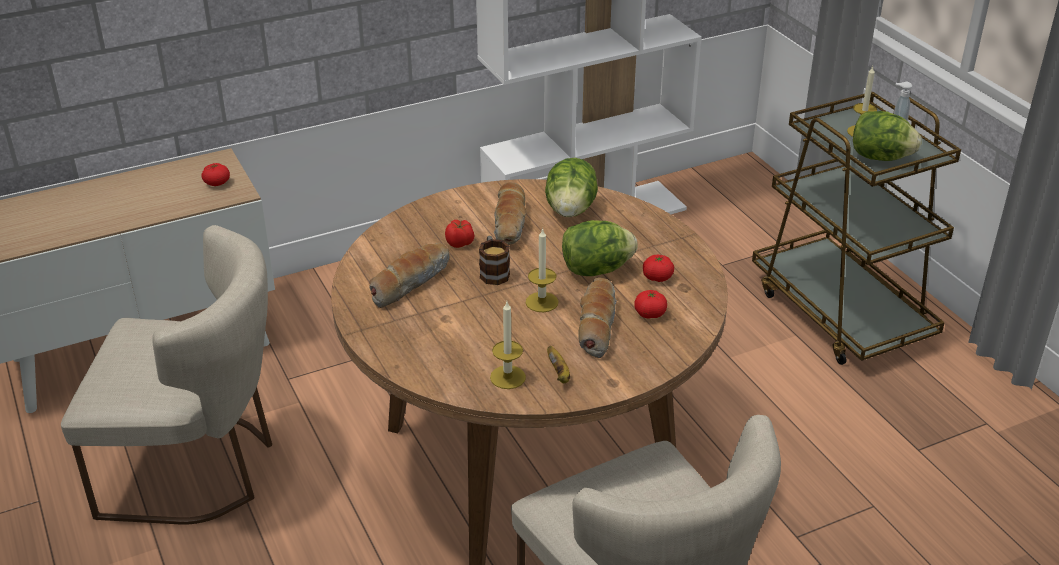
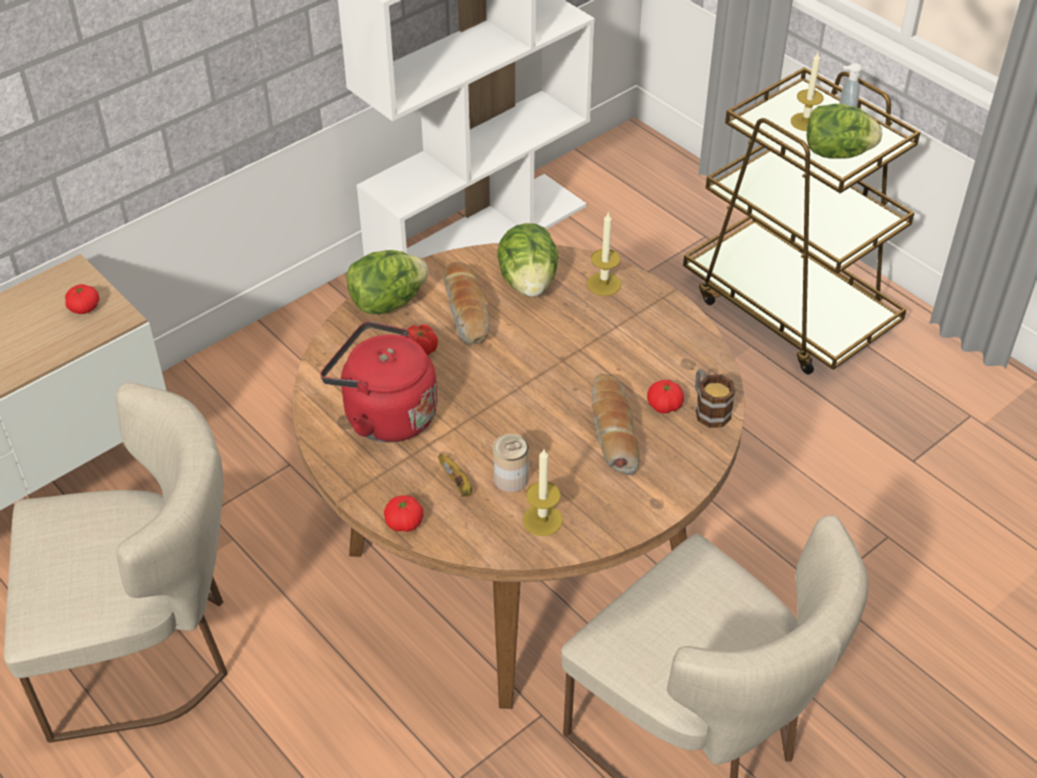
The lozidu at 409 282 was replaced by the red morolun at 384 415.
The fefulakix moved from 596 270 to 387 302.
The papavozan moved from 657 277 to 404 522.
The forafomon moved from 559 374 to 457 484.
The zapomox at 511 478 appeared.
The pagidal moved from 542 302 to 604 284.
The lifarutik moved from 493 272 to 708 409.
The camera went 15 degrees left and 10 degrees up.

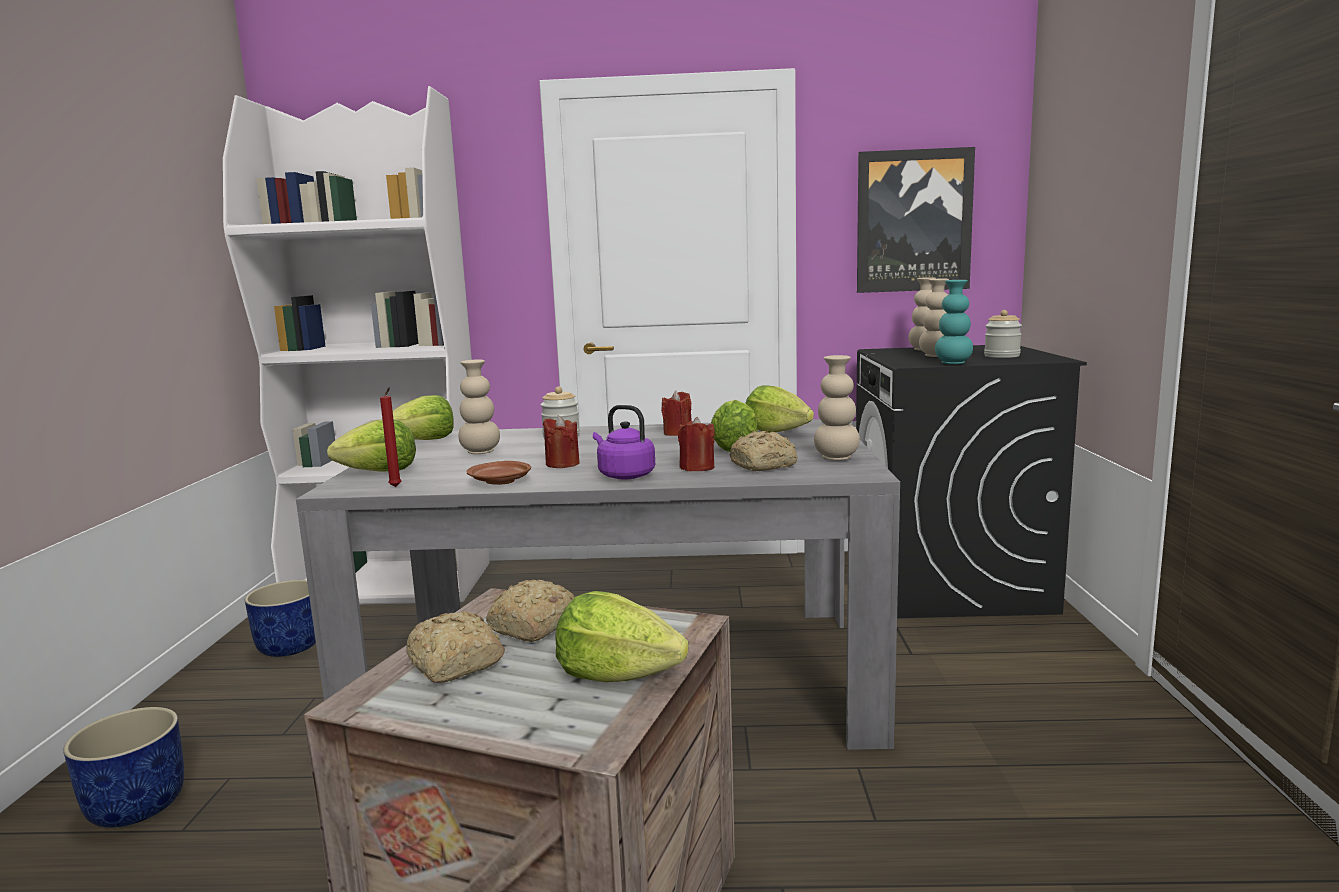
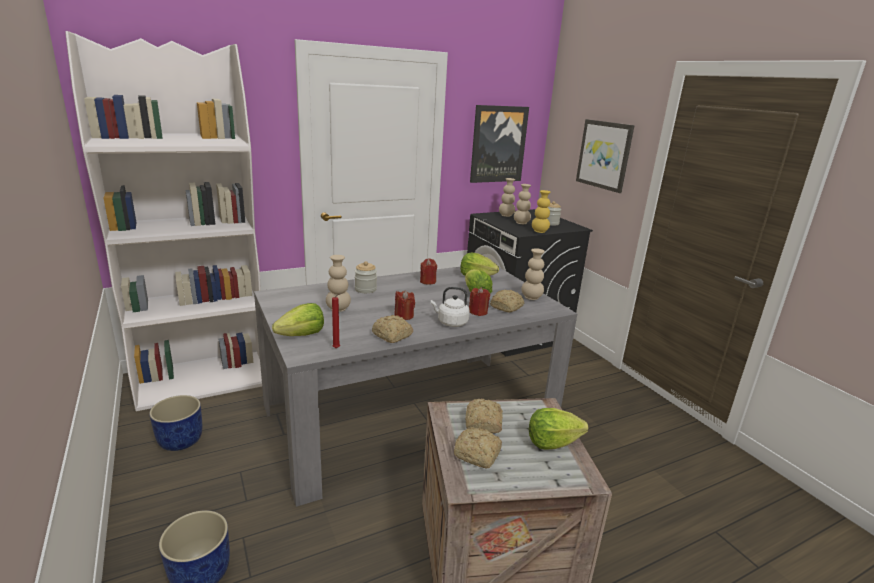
The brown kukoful at 500 482 was replaced by the lozidu at 392 336.
The purple morolun at 624 475 became the white morolun at 451 322.
The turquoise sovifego at 953 363 became the yellow sovifego at 539 231.
The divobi at 604 155 appeared.
The fefulakix at 424 440 disappeared.
The camera went 30 degrees left and 10 degrees up.

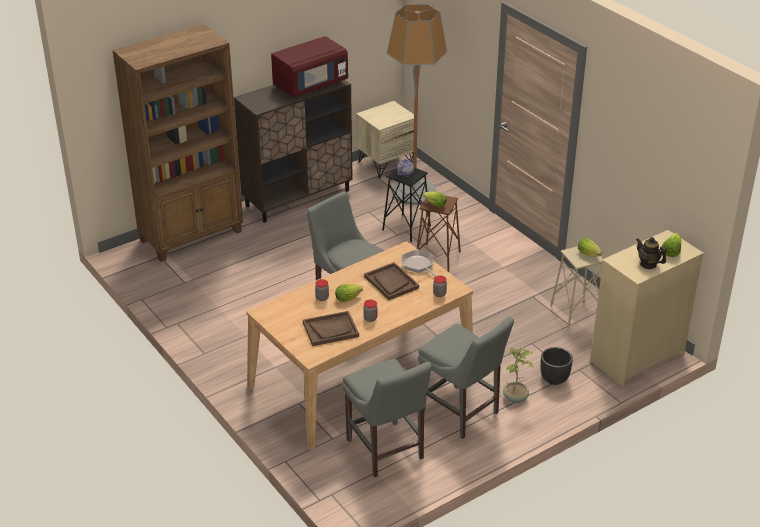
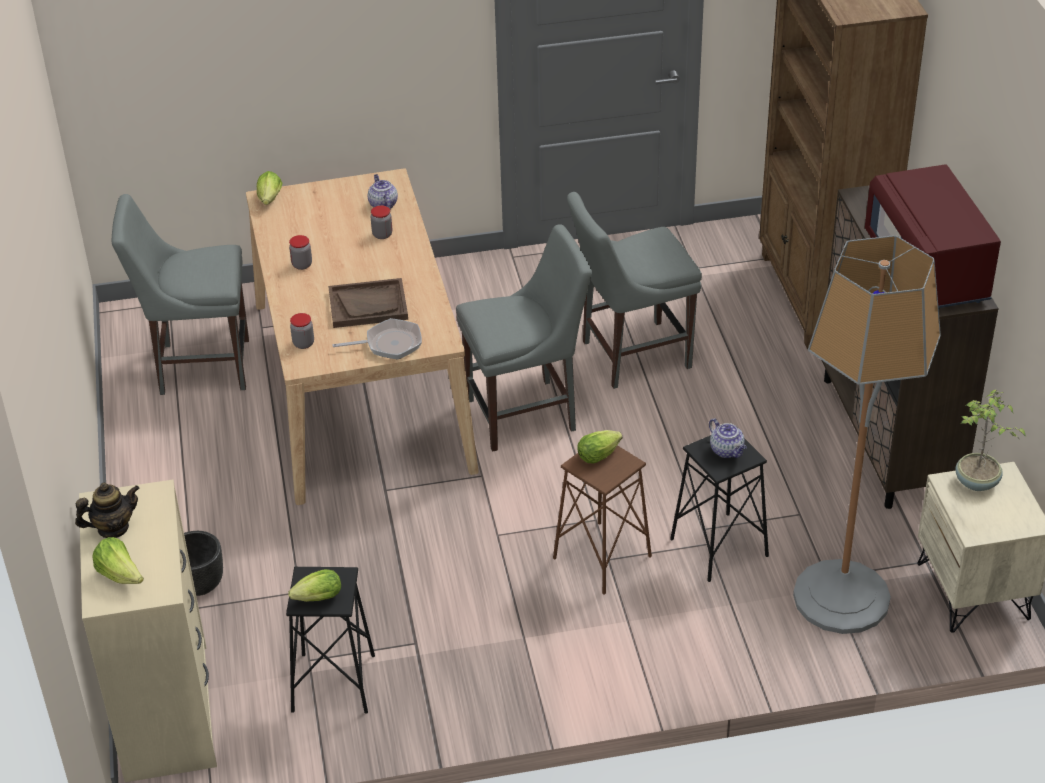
The fefulakix moved from 349 298 to 269 200.
The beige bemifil at 576 312 became the black bemifil at 333 683.
The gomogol at 382 205 appeared.
The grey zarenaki moved from 462 414 to 630 355.
The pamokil moved from 516 398 to 976 483.
The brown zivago at 330 330 disappeared.
The camera went 115 degrees right and 5 degrees up.

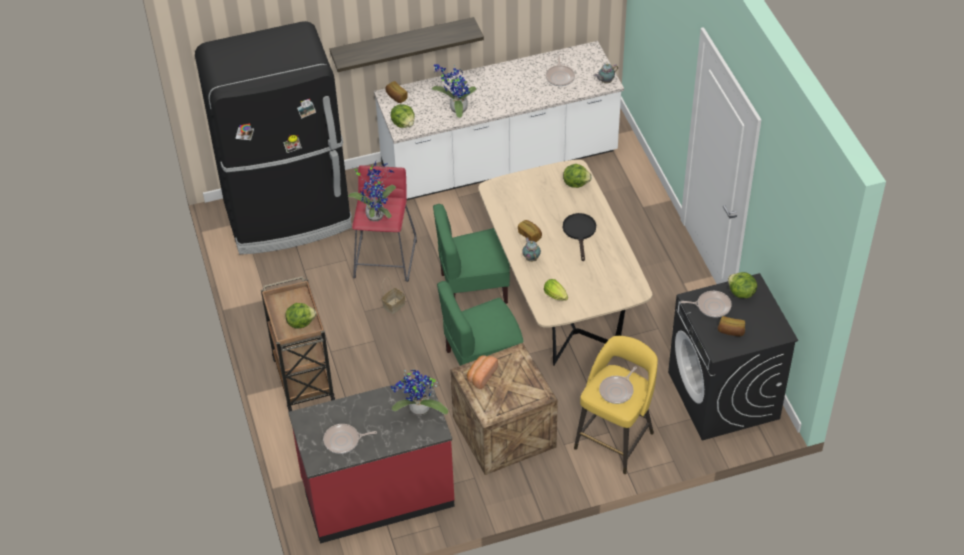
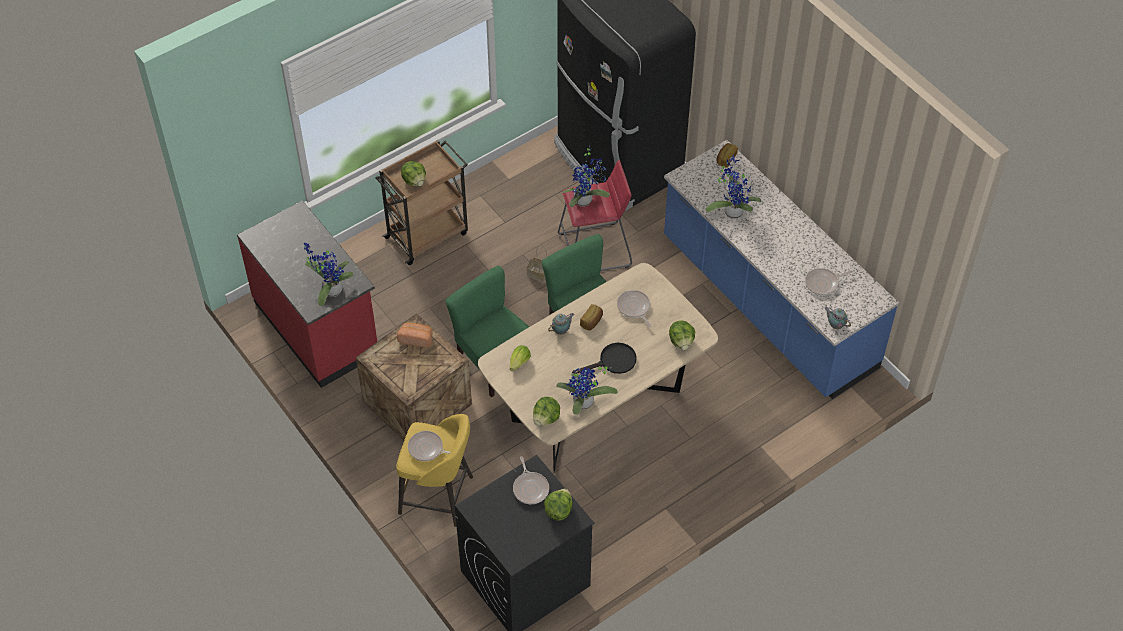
The fefulakix moved from 404 124 to 546 418.
The pamokil at 583 404 appeared.
The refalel moved from 344 441 to 634 308.
The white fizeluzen at 499 161 became the blue fizeluzen at 767 304.
The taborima at 403 43 disappeared.
The lozidu at 731 331 disappeared.
The camera went 70 degrees right and 5 degrees up.

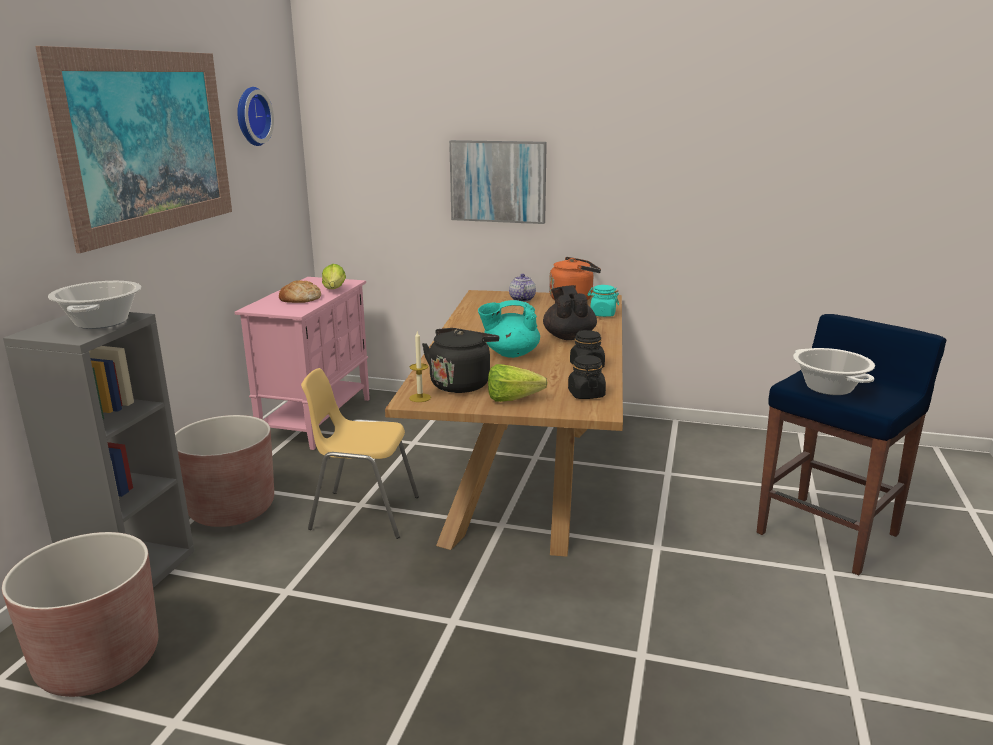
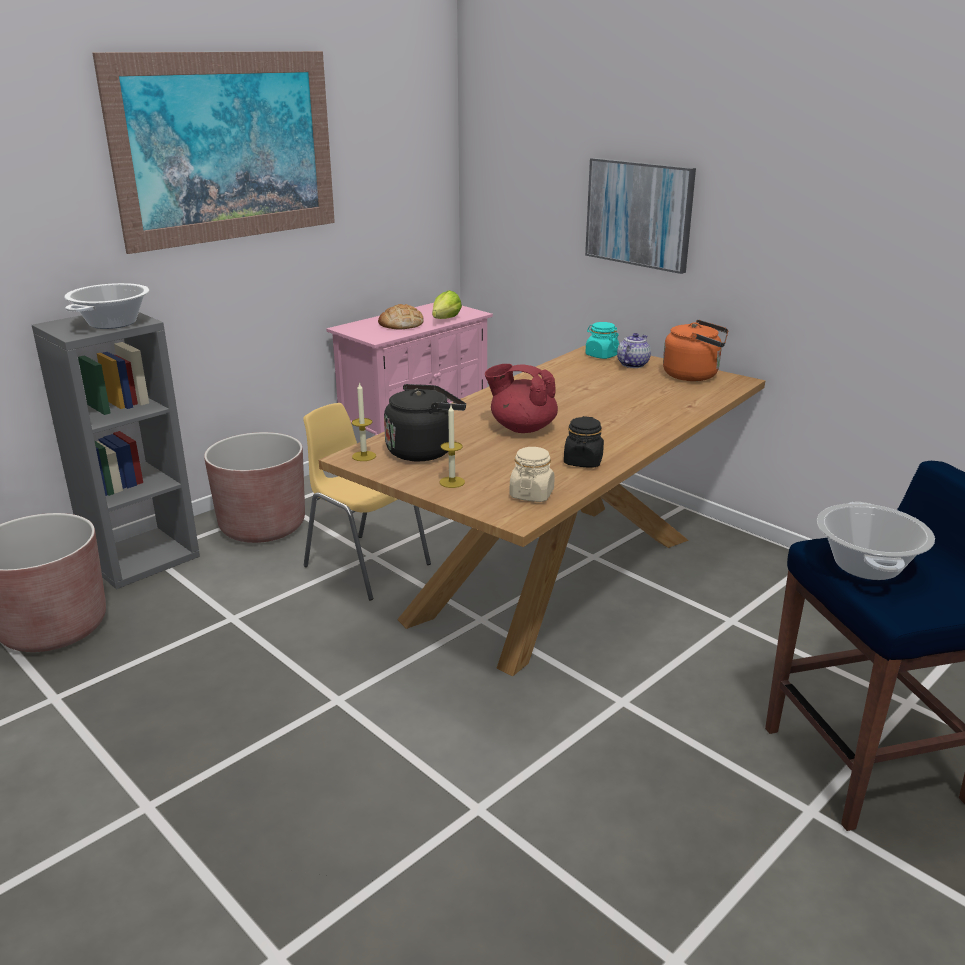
The fefulakix at 517 400 was replaced by the pagidal at 452 482.
The turquoise gomogol at 510 354 became the red gomogol at 522 428.
The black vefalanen at 586 394 became the beige vefalanen at 531 494.
The turquoise vefalanen moved from 602 314 to 601 355.
The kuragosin at 250 116 disappeared.
The black gomogol at 568 337 disappeared.
The camera went 30 degrees right and 5 degrees up.

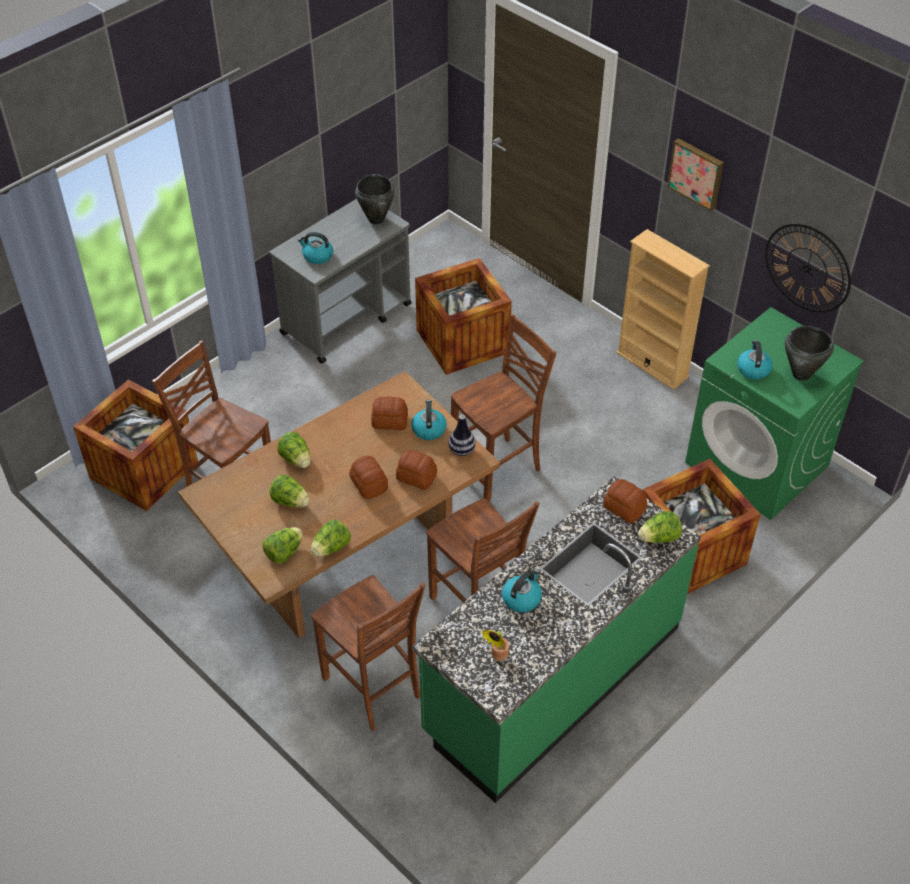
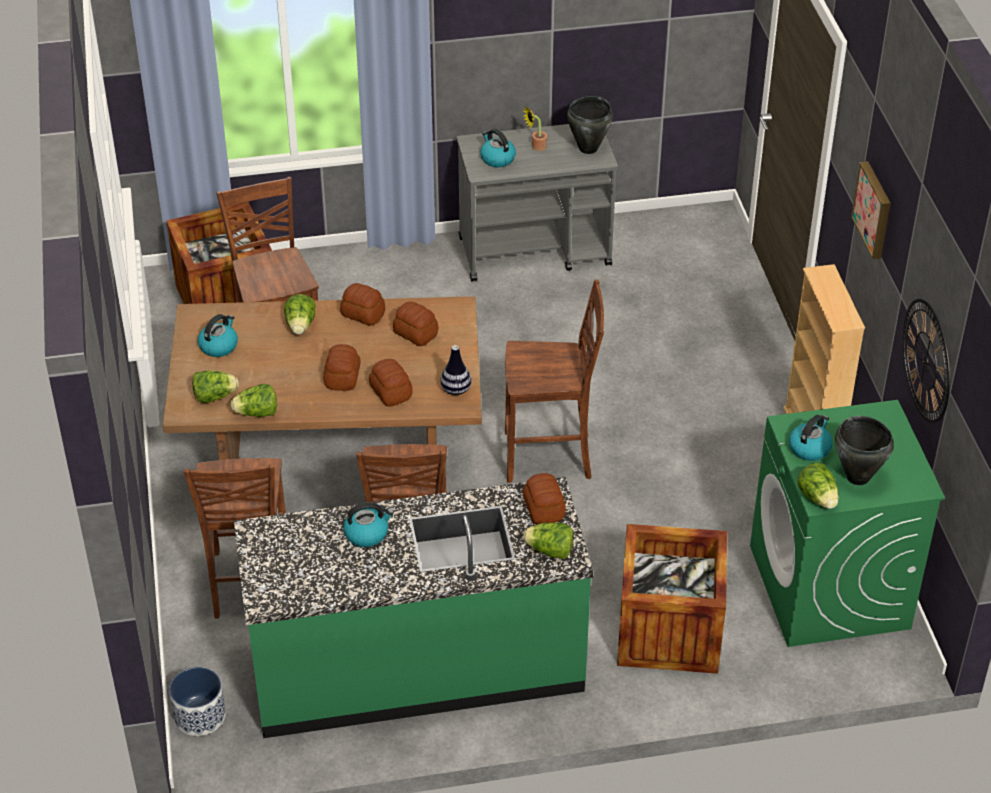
The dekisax at 199 716 appeared.
The morolun moved from 428 429 to 219 346.
The lozidu at 363 313 appeared.
The pamokil moved from 497 656 to 536 147.
The fefulakix moved from 290 501 to 818 498.
The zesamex at 462 341 disappeared.
The camera went 35 degrees right and 5 degrees down.

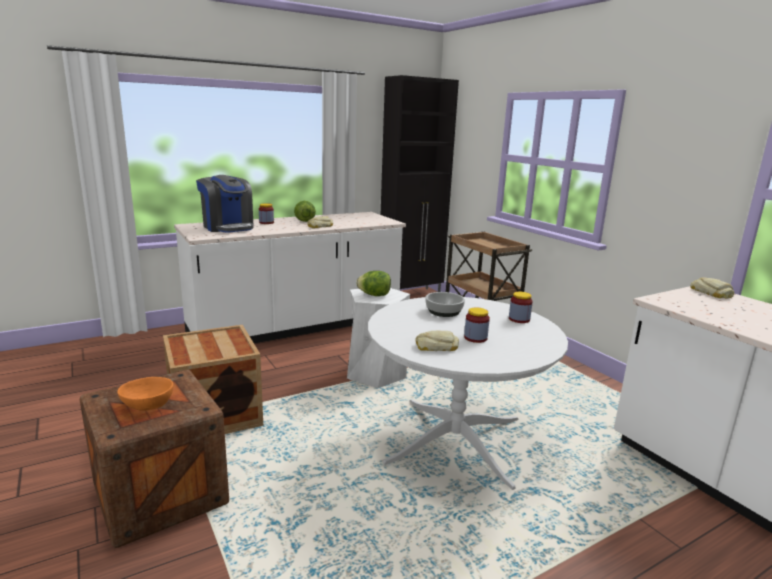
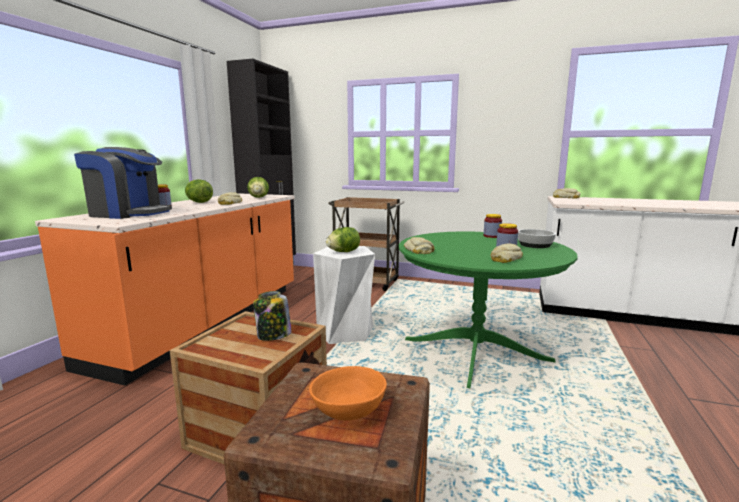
The white fizeluzen at 296 327 became the orange fizeluzen at 207 322.
The fefulakix at 258 197 appeared.
The vefalanen at 273 335 appeared.
The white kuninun at 455 441 became the green kuninun at 476 351.
The lozidu at 418 250 appeared.
The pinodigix moved from 444 311 to 535 245.
The camera went 40 degrees left and 5 degrees down.

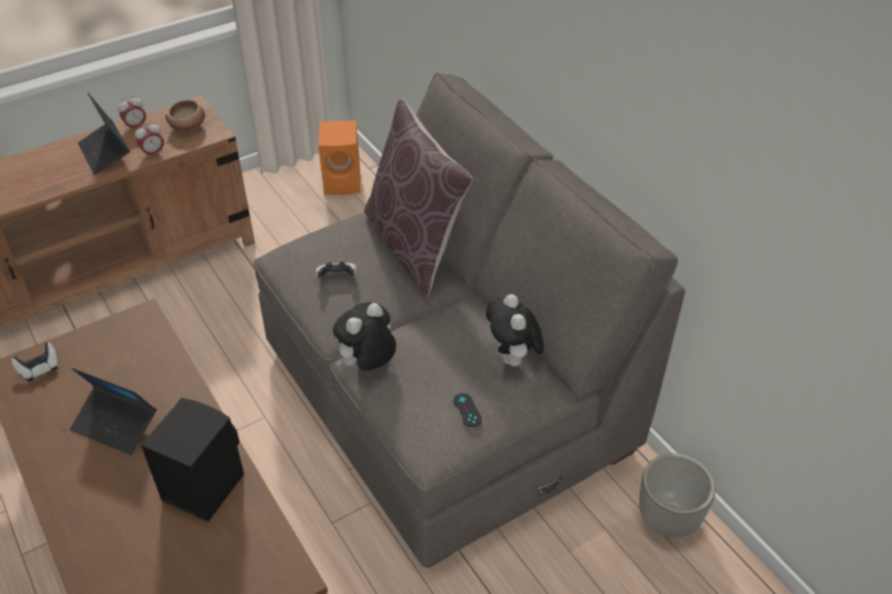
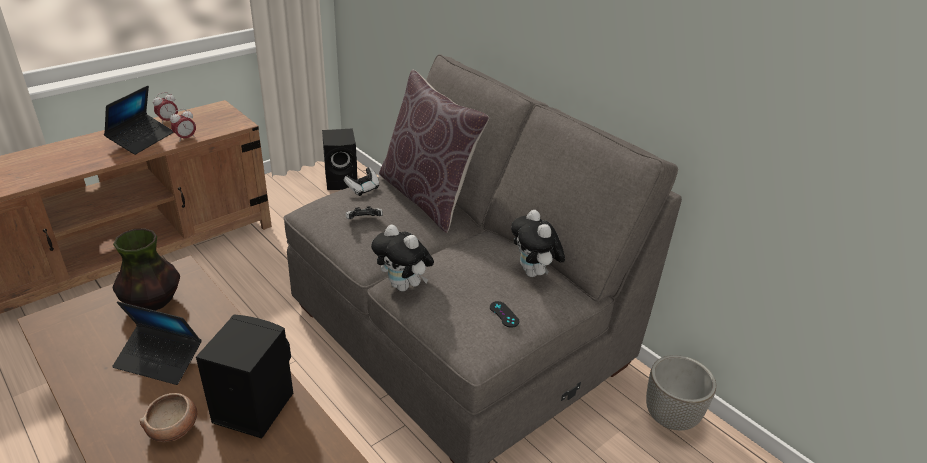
The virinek at 105 153 turned 120 degrees counterclockwise.
The sovifego at 152 302 appeared.
The pinodigix moved from 189 126 to 174 428.
The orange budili at 344 182 became the black budili at 342 181.
The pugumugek moved from 39 369 to 363 189.
The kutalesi at 367 365 turned 90 degrees counterclockwise.
The camera went 10 degrees left and 10 degrees down.

